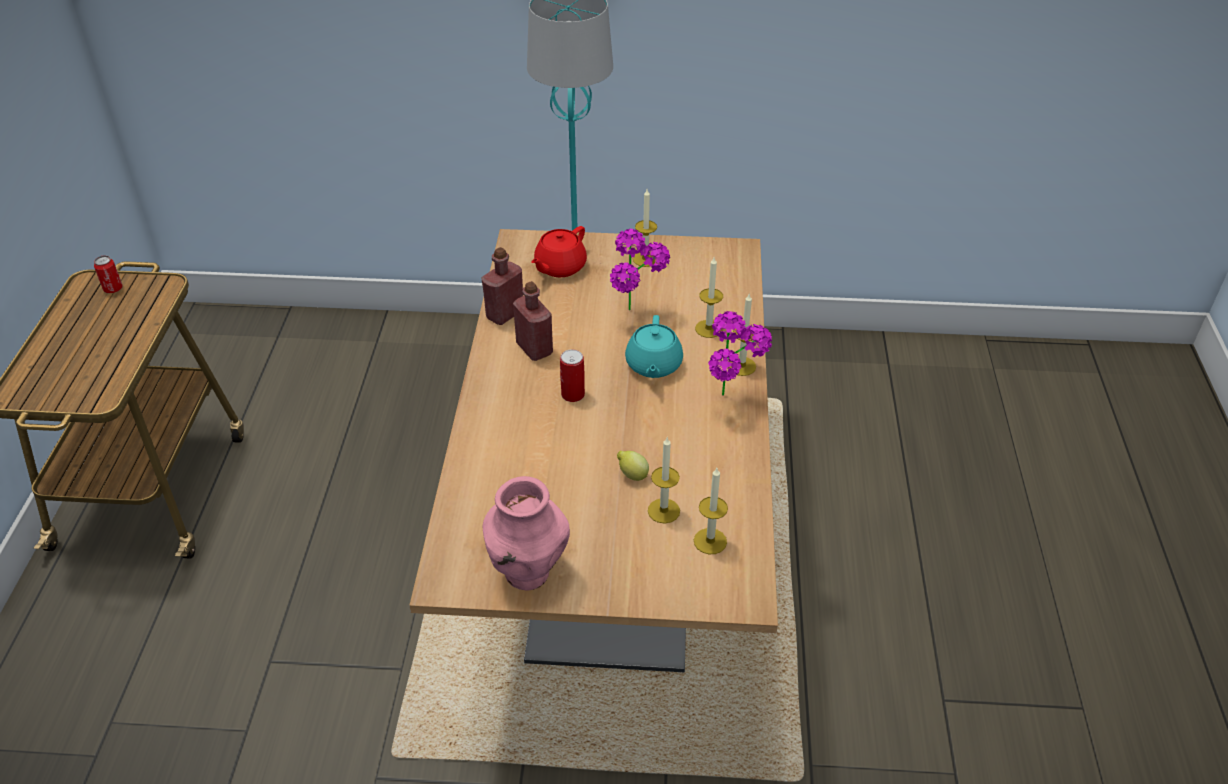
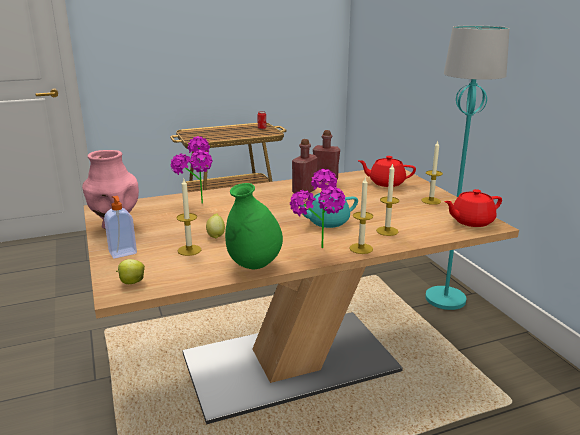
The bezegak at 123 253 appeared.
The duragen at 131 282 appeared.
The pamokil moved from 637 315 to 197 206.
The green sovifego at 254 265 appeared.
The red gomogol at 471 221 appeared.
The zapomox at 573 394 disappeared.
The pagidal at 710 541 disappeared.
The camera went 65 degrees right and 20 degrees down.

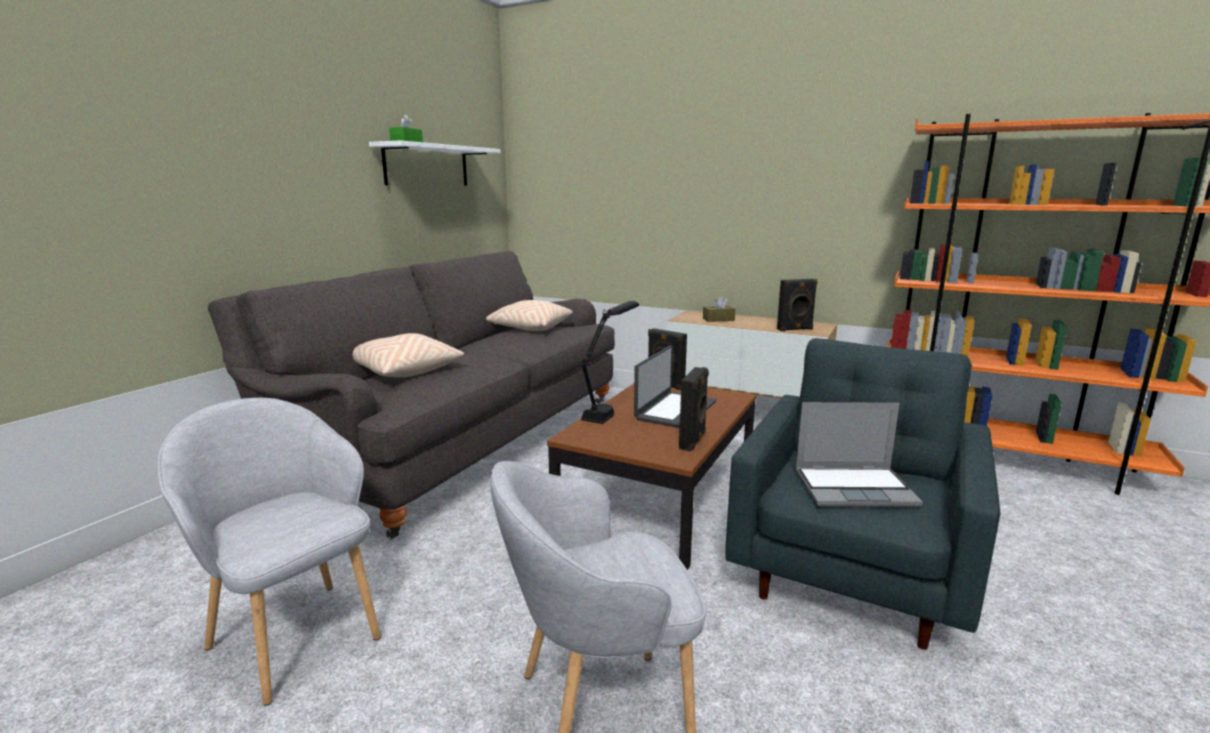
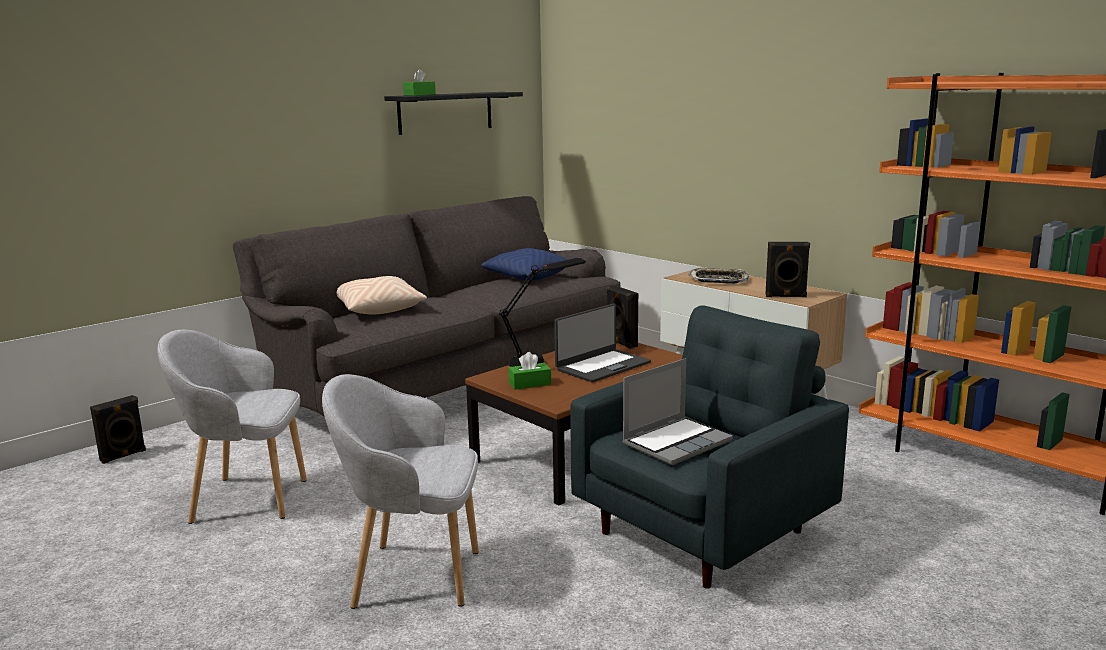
The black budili moved from 693 441 to 123 456.
The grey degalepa at 295 637 turned 60 degrees counterclockwise.
The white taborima at 427 166 became the black taborima at 445 112.
The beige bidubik at 529 328 became the blue bidubik at 526 277.
The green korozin at 530 383 appeared.
The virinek at 855 488 turned 60 degrees counterclockwise.
The brown korozin at 718 319 was replaced by the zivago at 718 280.
The camera went 20 degrees right and 0 degrees up.

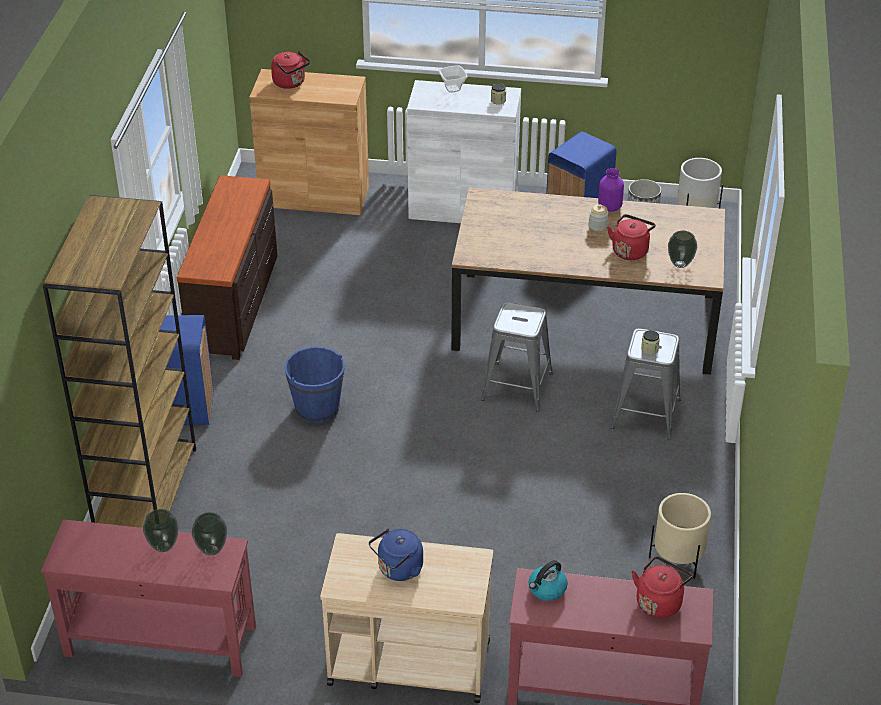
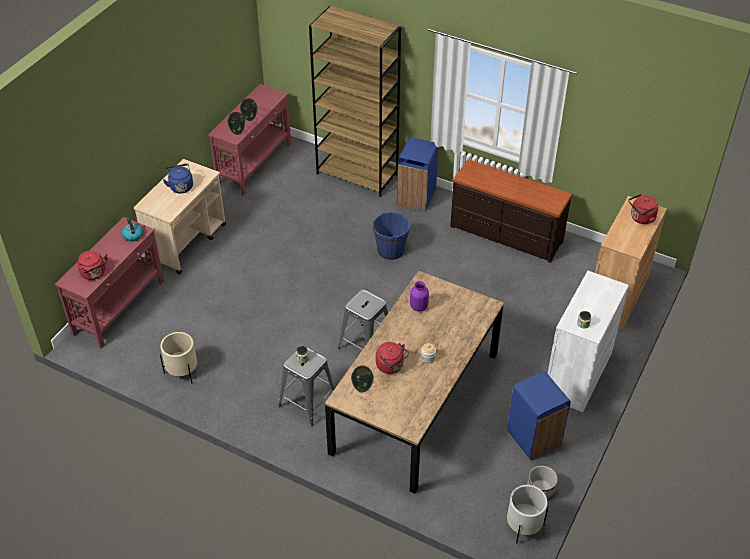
The purple sovifego moved from 609 207 to 419 306.
The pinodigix at 452 89 disappeared.
The camera went 110 degrees right and 5 degrees up.

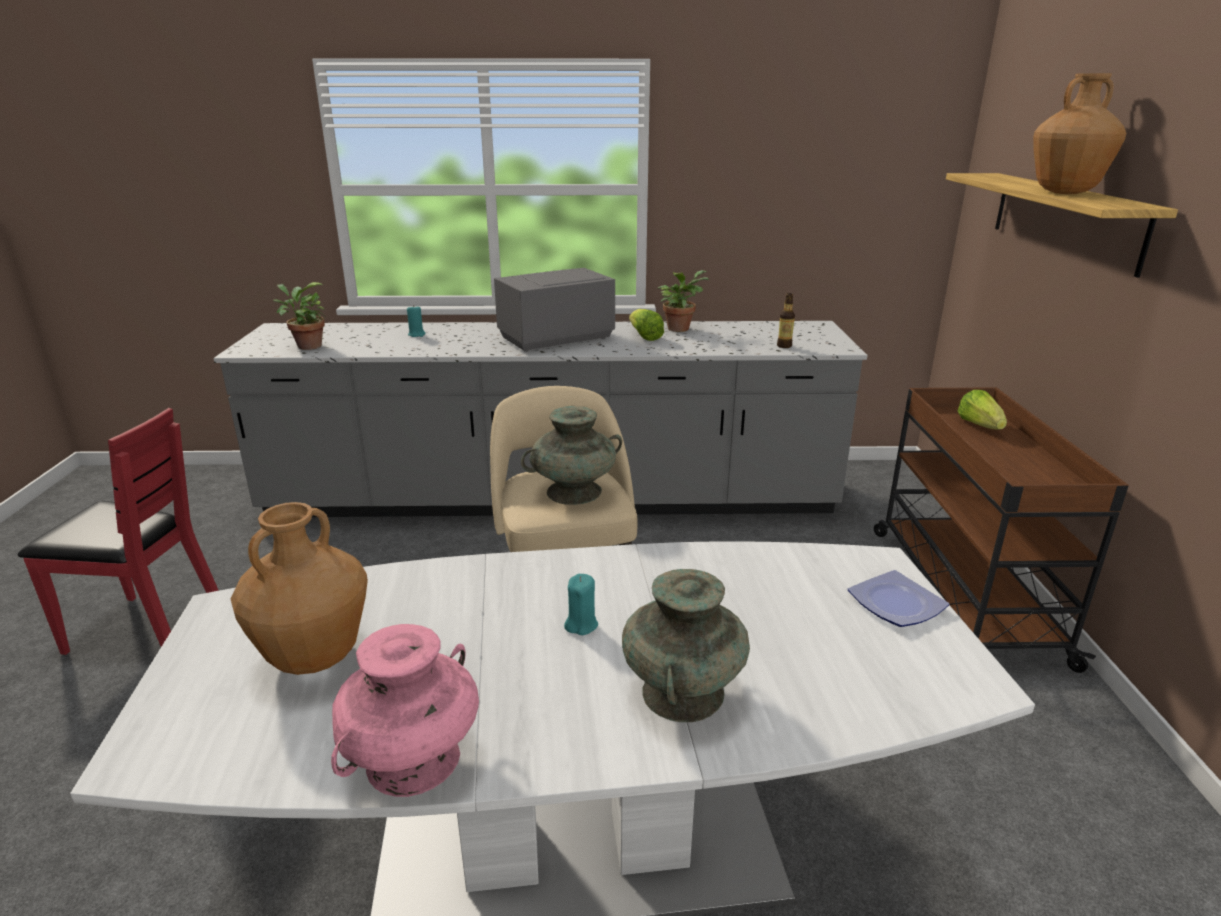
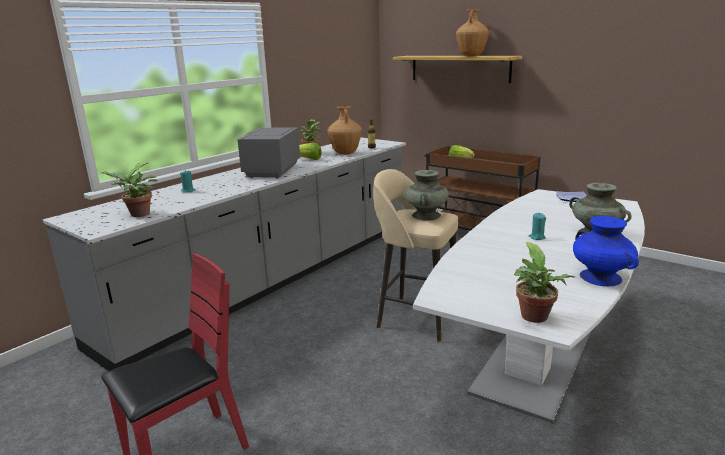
The brown sovifego moved from 315 657 to 345 153.
The pamokil at 536 318 appeared.
The pink sovifego at 413 760 became the blue sovifego at 600 278.
The camera went 50 degrees left and 5 degrees down.

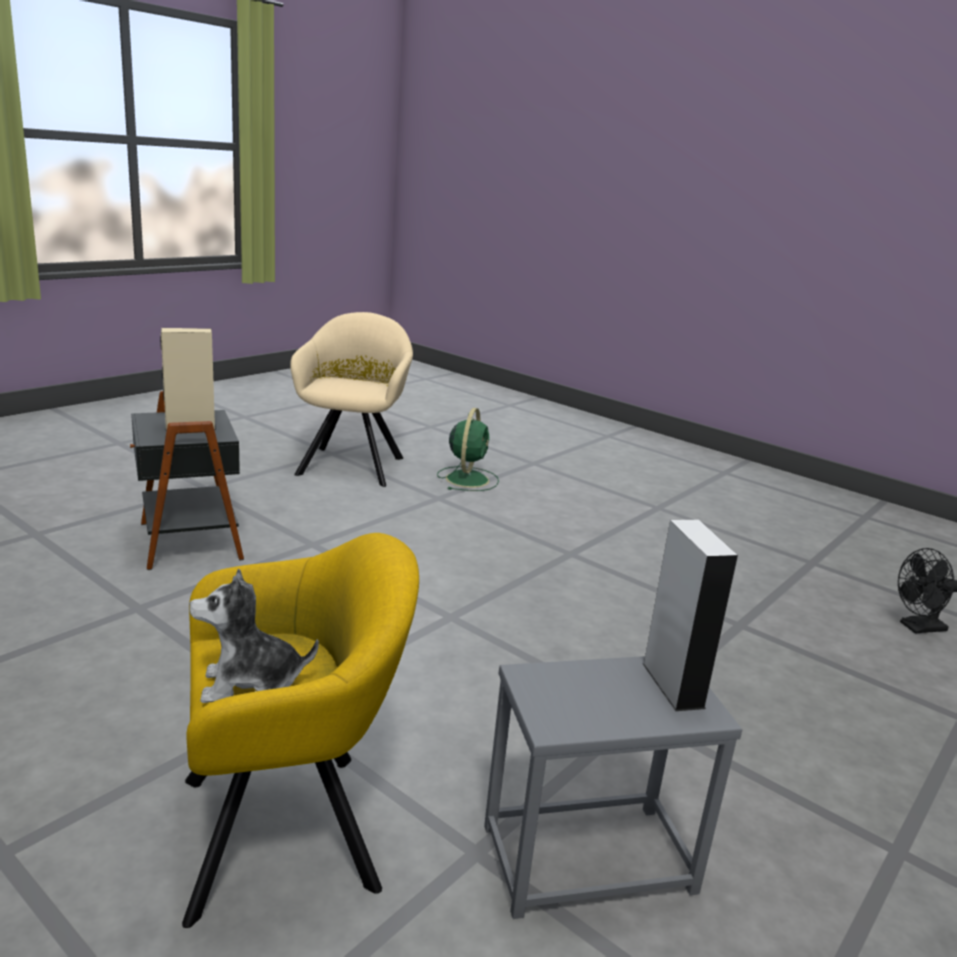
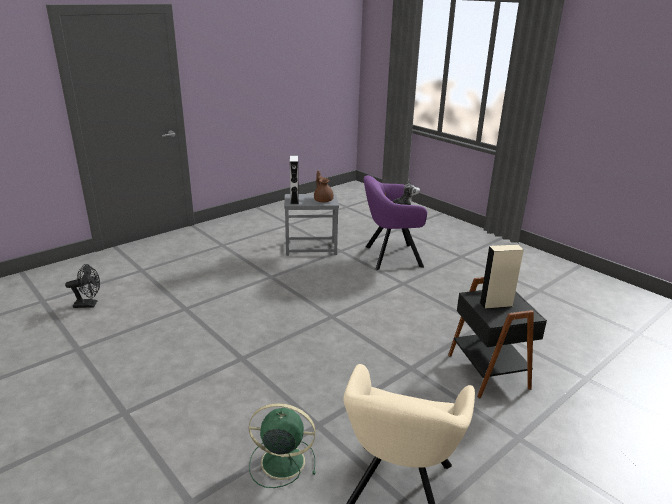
The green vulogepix at 467 479 turned 75 degrees clockwise.
The brown gomogol at 323 200 appeared.
The yellow degalepa at 293 830 became the purple degalepa at 389 256.
The camera went 170 degrees left and 5 degrees up.

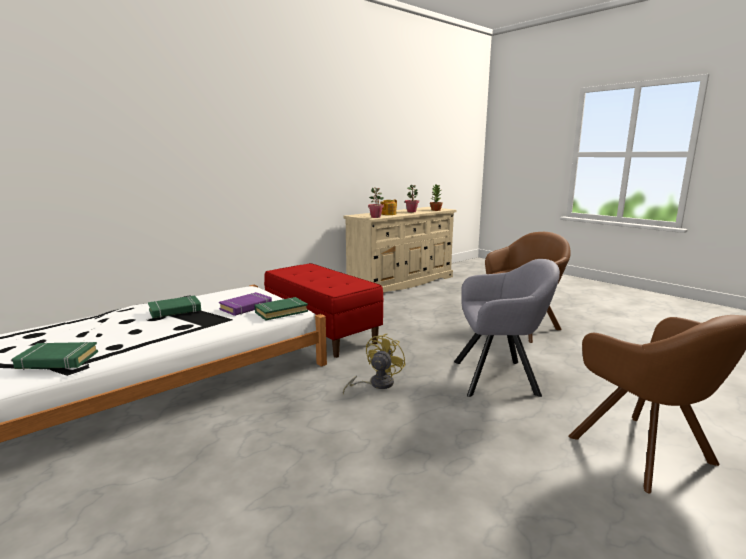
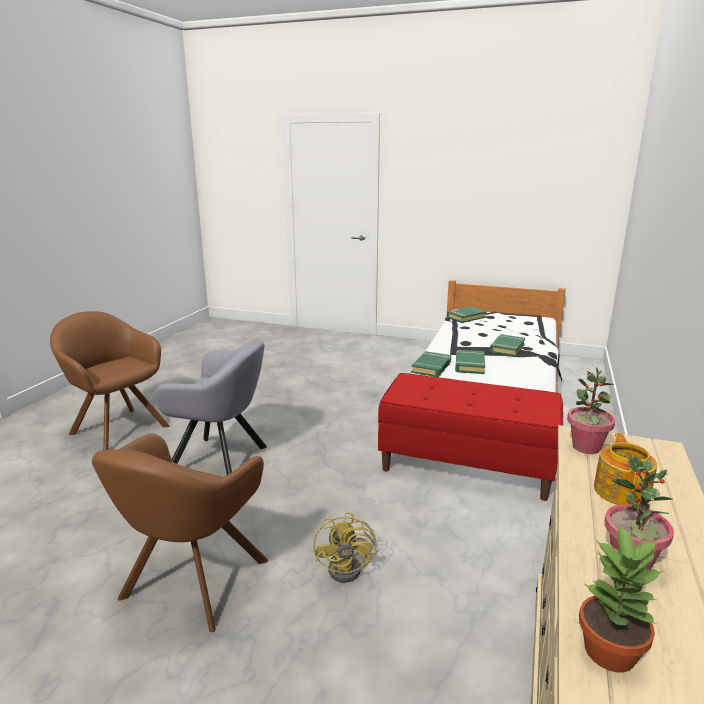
The grey degalepa at 500 377 turned 135 degrees counterclockwise.
The yellow vulogepix moved from 376 384 to 350 567.
The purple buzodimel at 246 307 became the green buzodimel at 469 365.
The camera went 150 degrees right and 5 degrees up.

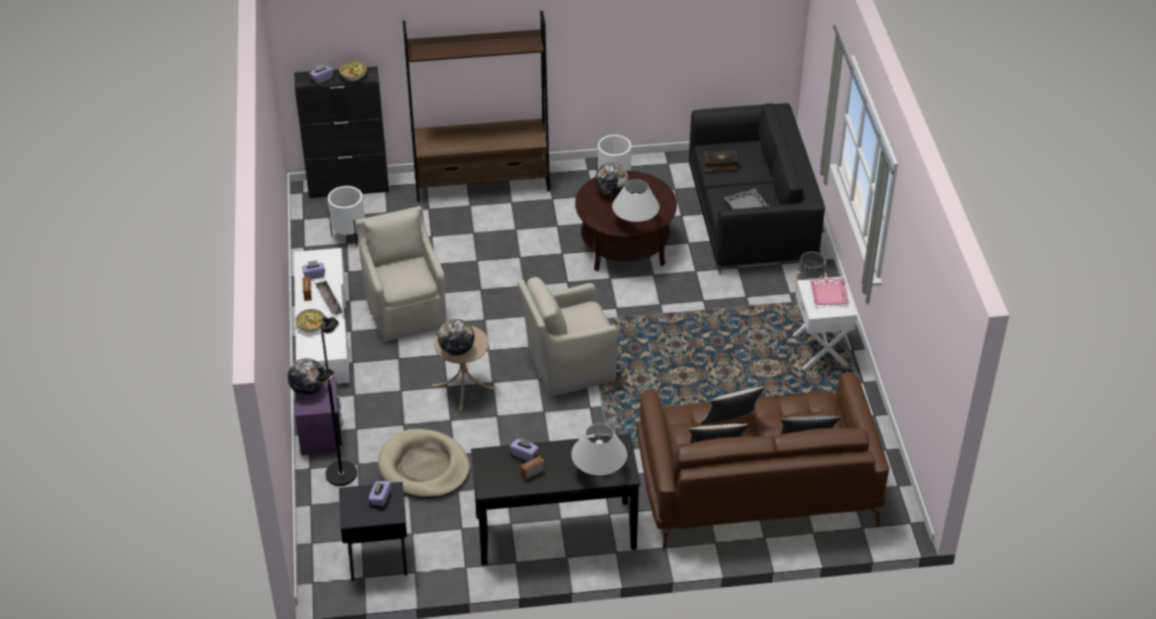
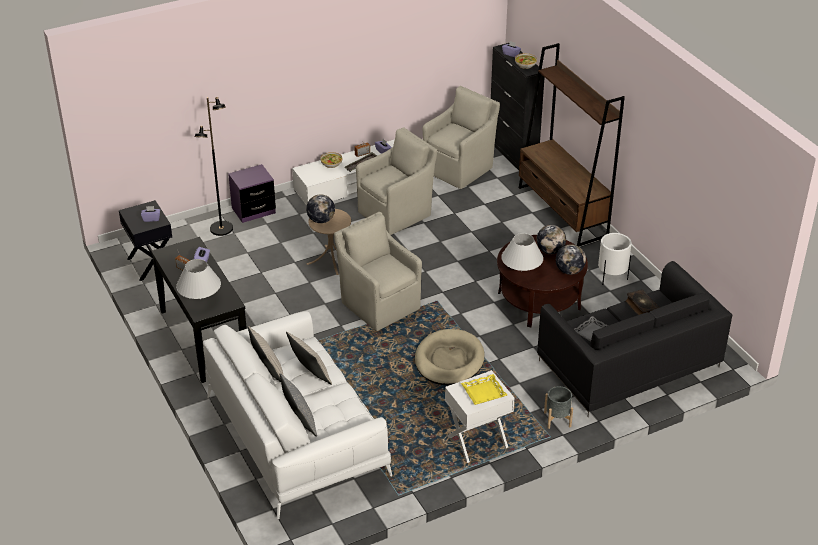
The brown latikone at 755 485 became the white latikone at 295 434.
The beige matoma moved from 424 467 to 449 360.
The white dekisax at 349 236 was replaced by the beige degalepa at 460 168.
The pink zivago at 829 294 became the yellow zivago at 483 392.
The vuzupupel moved from 308 390 to 569 271.
The camera went 70 degrees right and 5 degrees down.

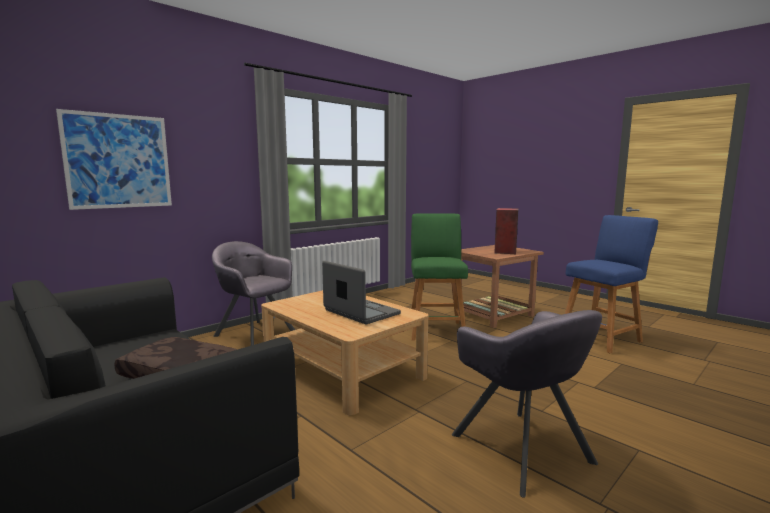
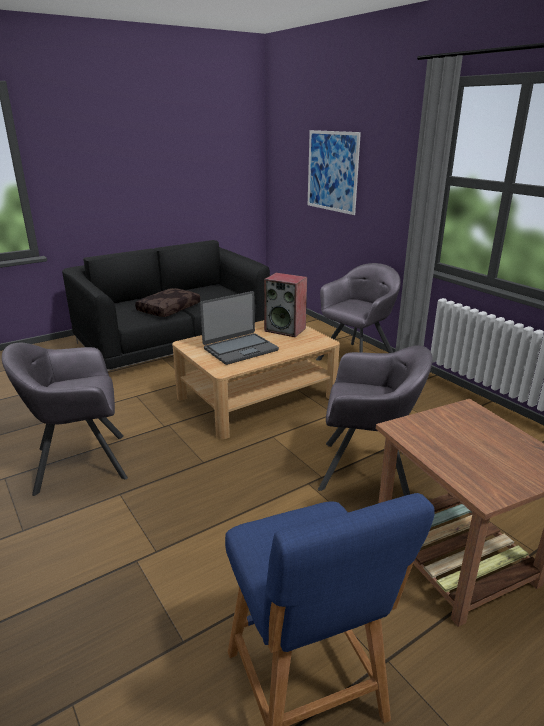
The budili moved from 505 251 to 286 329.
The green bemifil at 436 329 was replaced by the grey degalepa at 366 470.
The camera went 100 degrees right and 15 degrees up.

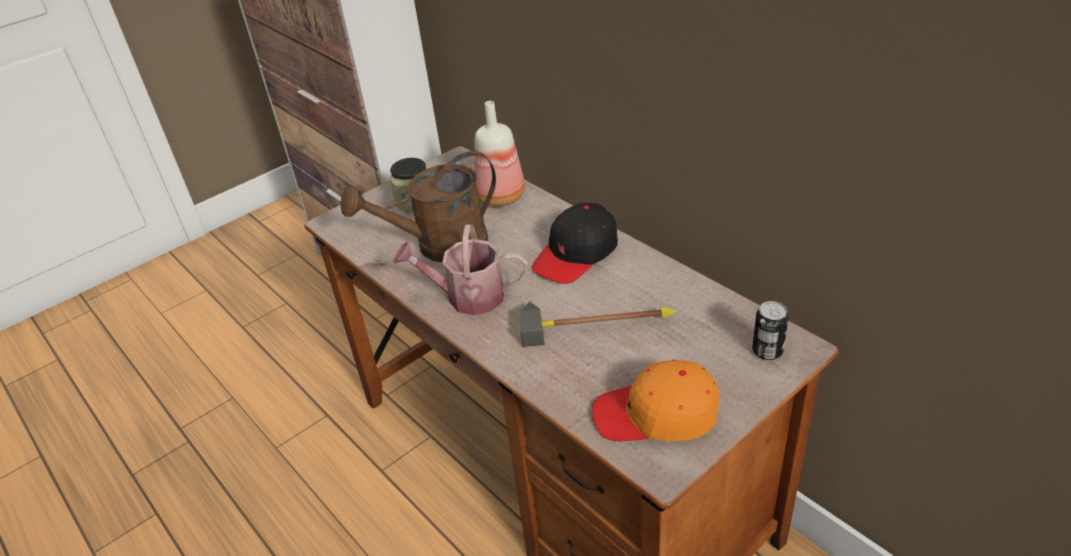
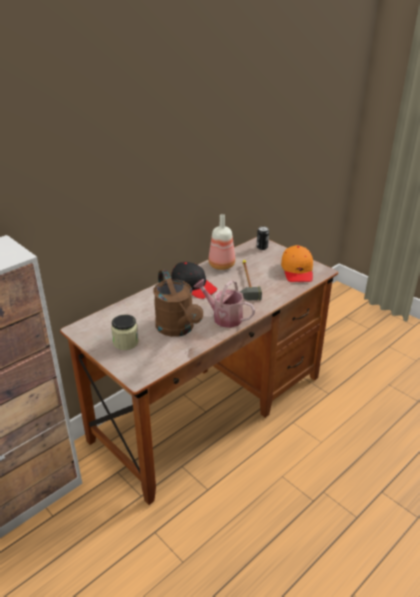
The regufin at 467 296 turned 120 degrees clockwise.
The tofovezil moved from 499 197 to 222 265.
The camera went 95 degrees left and 5 degrees down.

